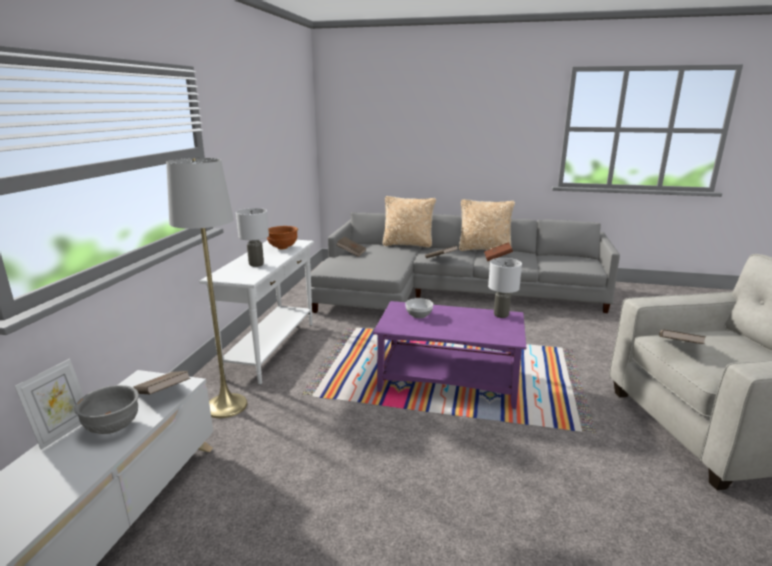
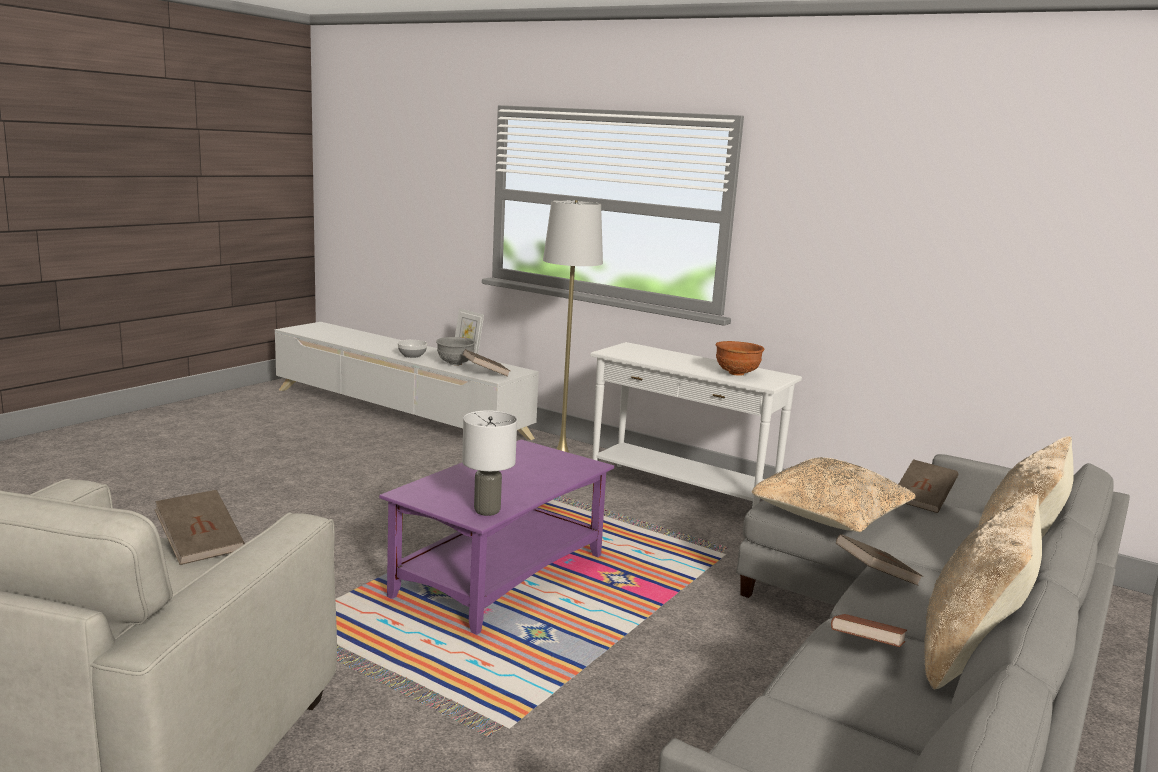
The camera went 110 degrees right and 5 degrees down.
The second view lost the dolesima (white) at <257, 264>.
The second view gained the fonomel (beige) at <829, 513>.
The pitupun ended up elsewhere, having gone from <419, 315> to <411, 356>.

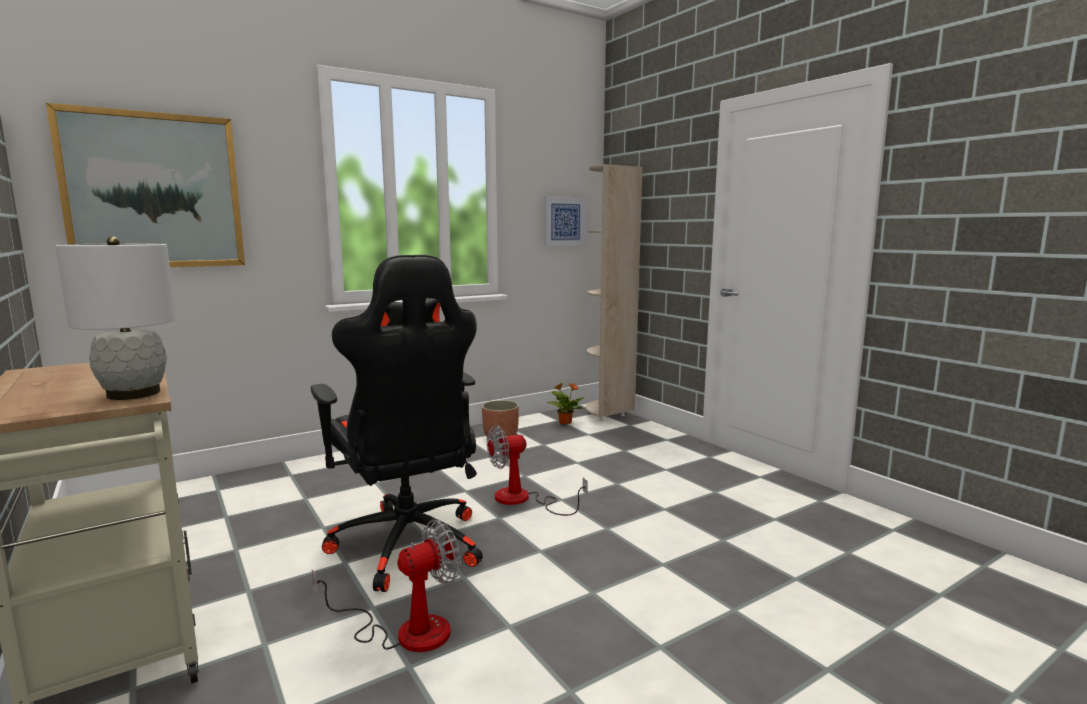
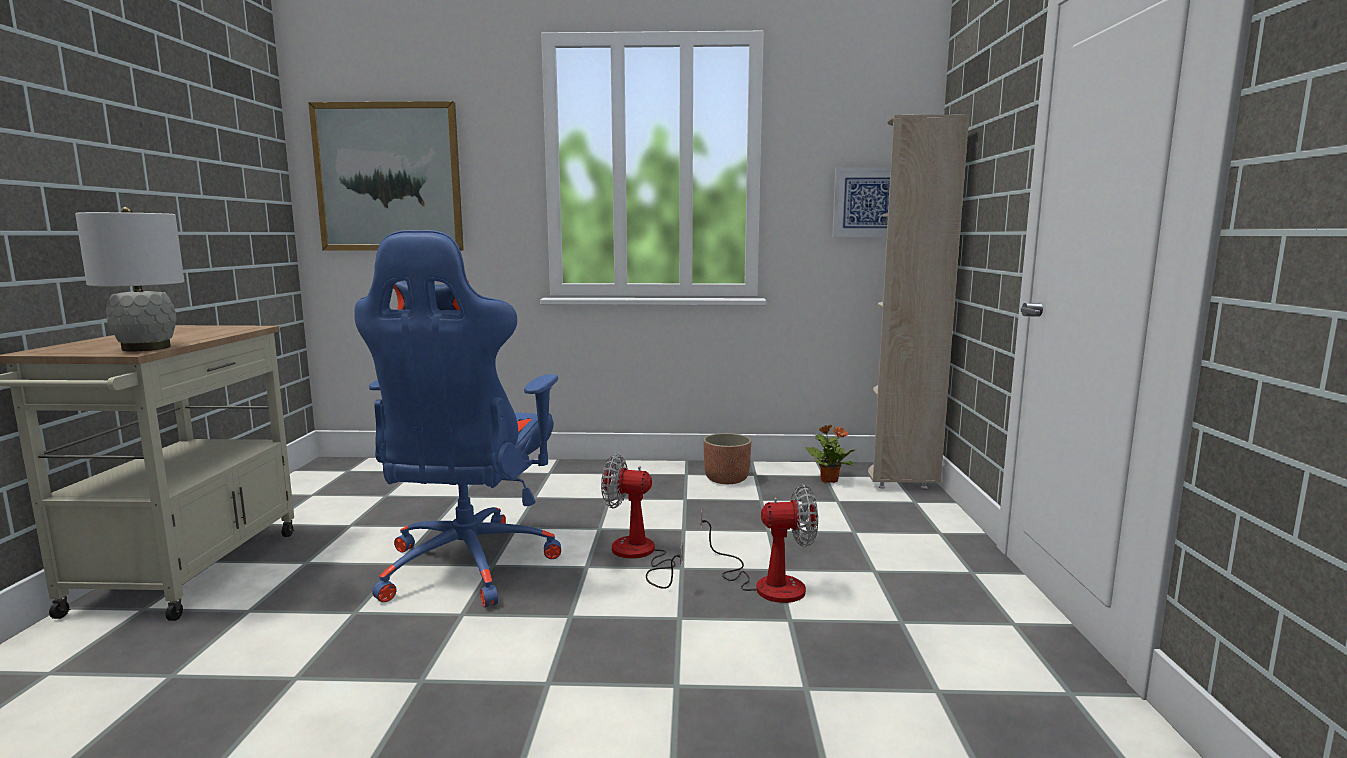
The camera went 35 degrees right and 0 degrees up.
The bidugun ended up elsewhere, having gone from <406, 631> to <766, 583>.
What was the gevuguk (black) at <404, 539> turned into the gevuguk (blue) at <473, 559>.

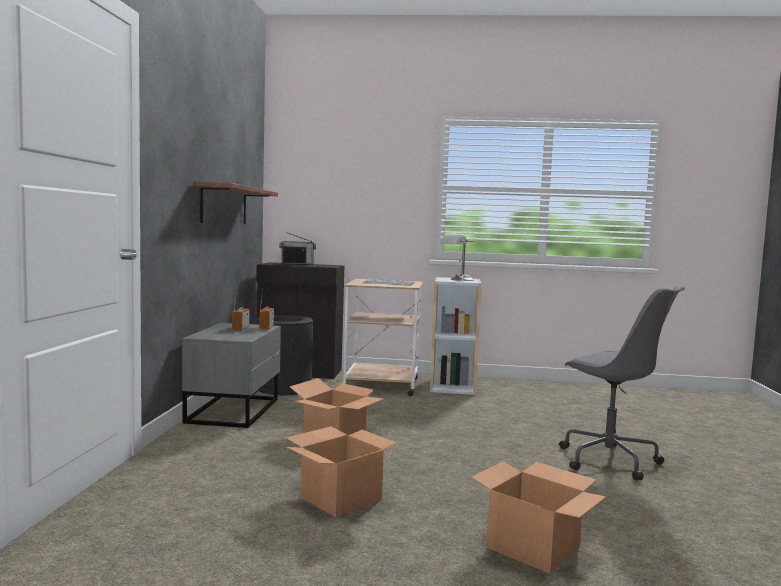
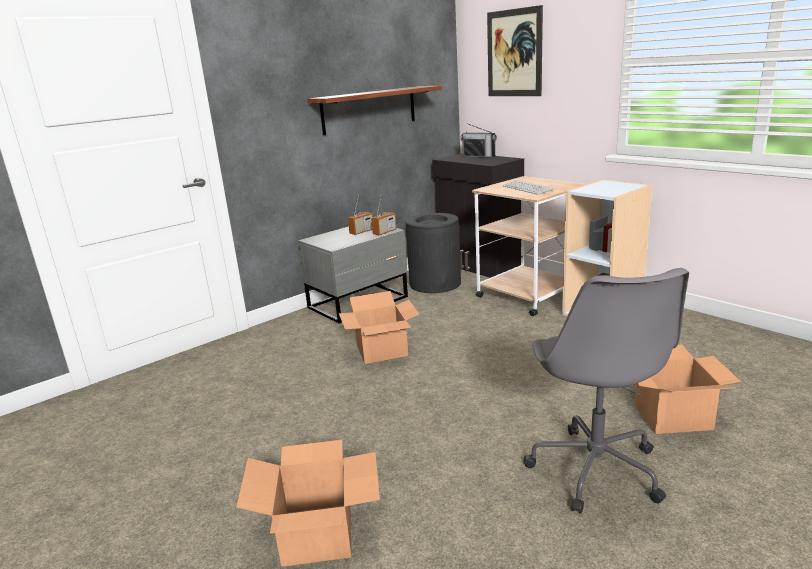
The camera went 45 degrees right and 15 degrees up.
The second view lost the dolesima (white) at <458, 280>.
The second view gained the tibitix at <514, 53>.
The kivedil ended up elsewhere, having gone from <340, 499> to <671, 416>.

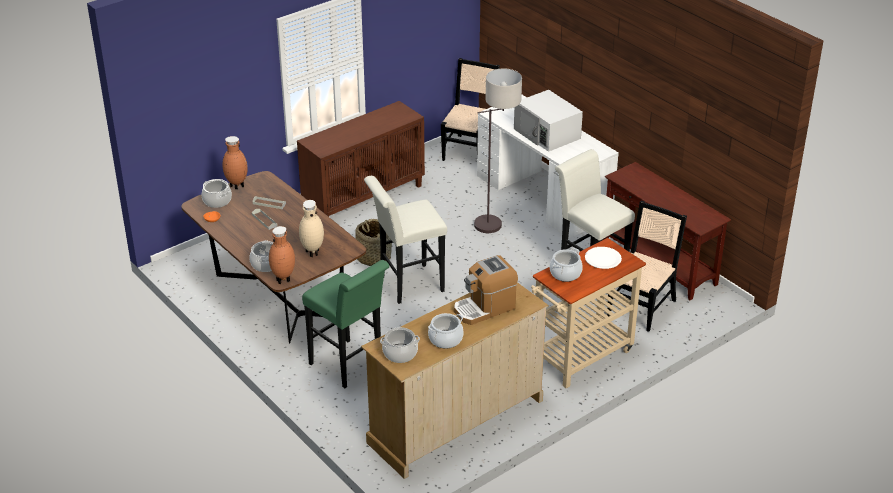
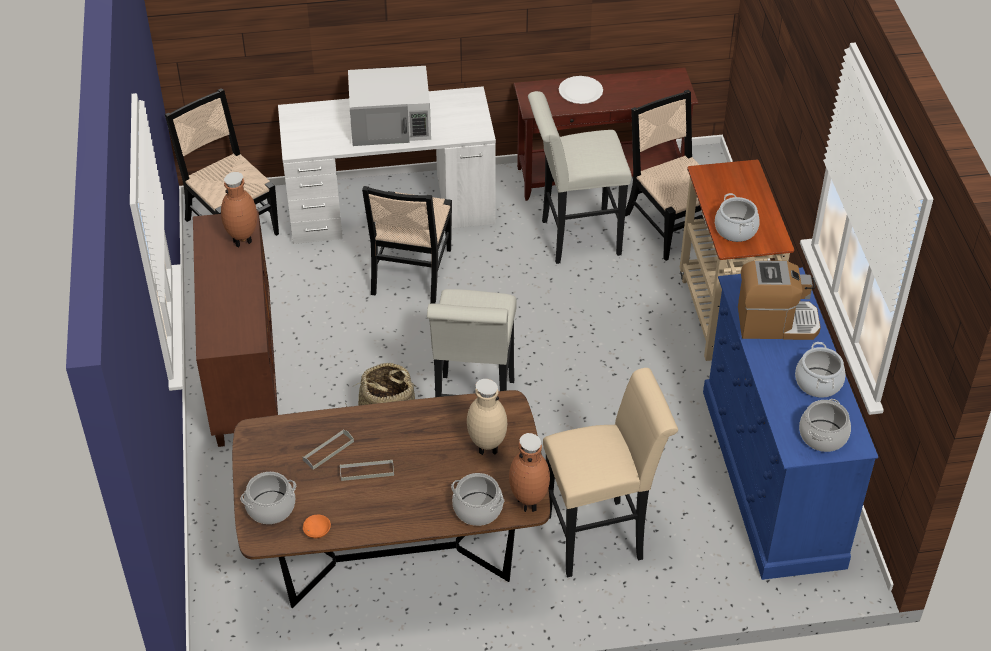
The camera went 60 degrees left and 10 degrees up.
The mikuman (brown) ended up elsewhere, having gone from <237, 186> to <243, 241>.
The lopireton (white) ended up elsewhere, having gone from <603, 259> to <580, 91>.
Where the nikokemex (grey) stood at <495, 223>, the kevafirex came to stand at <412, 272>.
What was the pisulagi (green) at <350, 366> turned into the pisulagi (beige) at <601, 536>.
What was the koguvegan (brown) at <454, 421> turned into the koguvegan (blue) at <771, 477>.
The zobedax at <484, 308> ended up facing another way, 90 degrees counterclockwise from before.

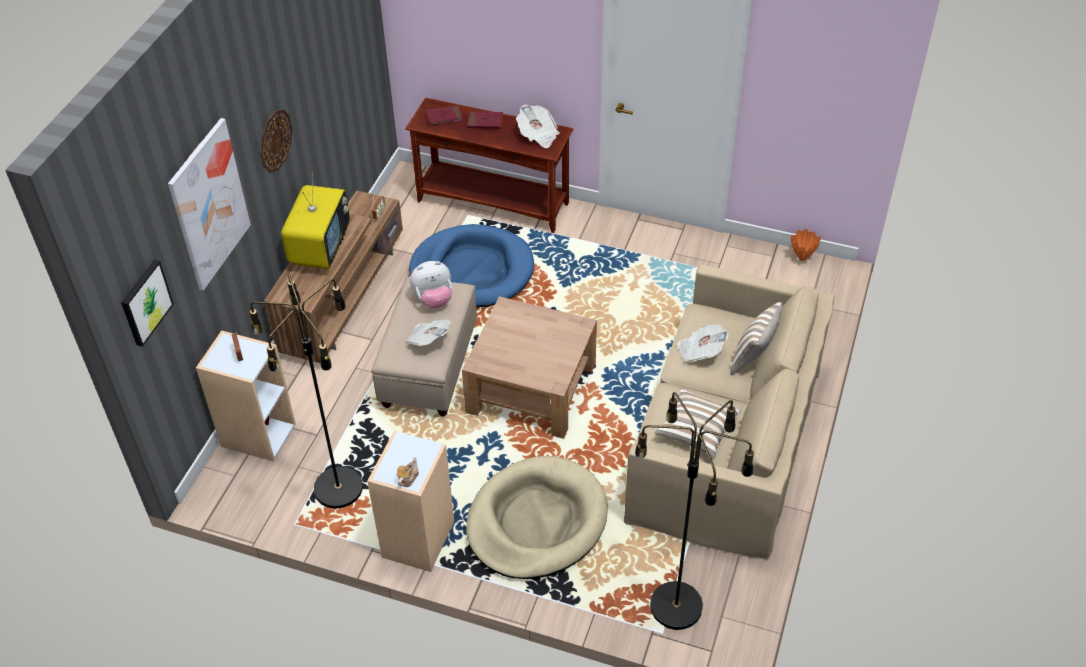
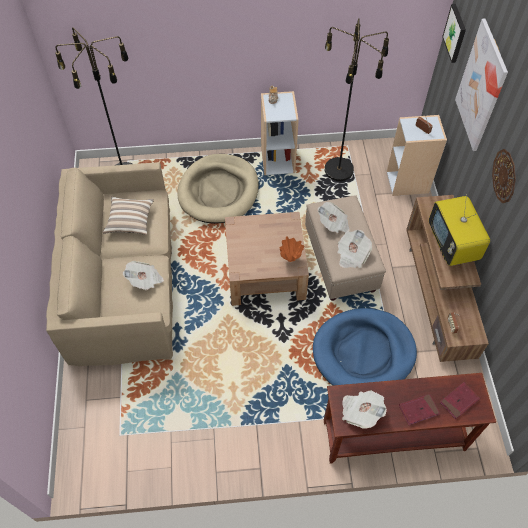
The camera went 155 degrees right and 10 degrees up.
The second view lost the fonomel at <753, 358>.
The mikuman (orange) ended up elsewhere, having gone from <802, 258> to <290, 260>.
Where the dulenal stood at <433, 299>, the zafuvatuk came to stand at <352, 255>.

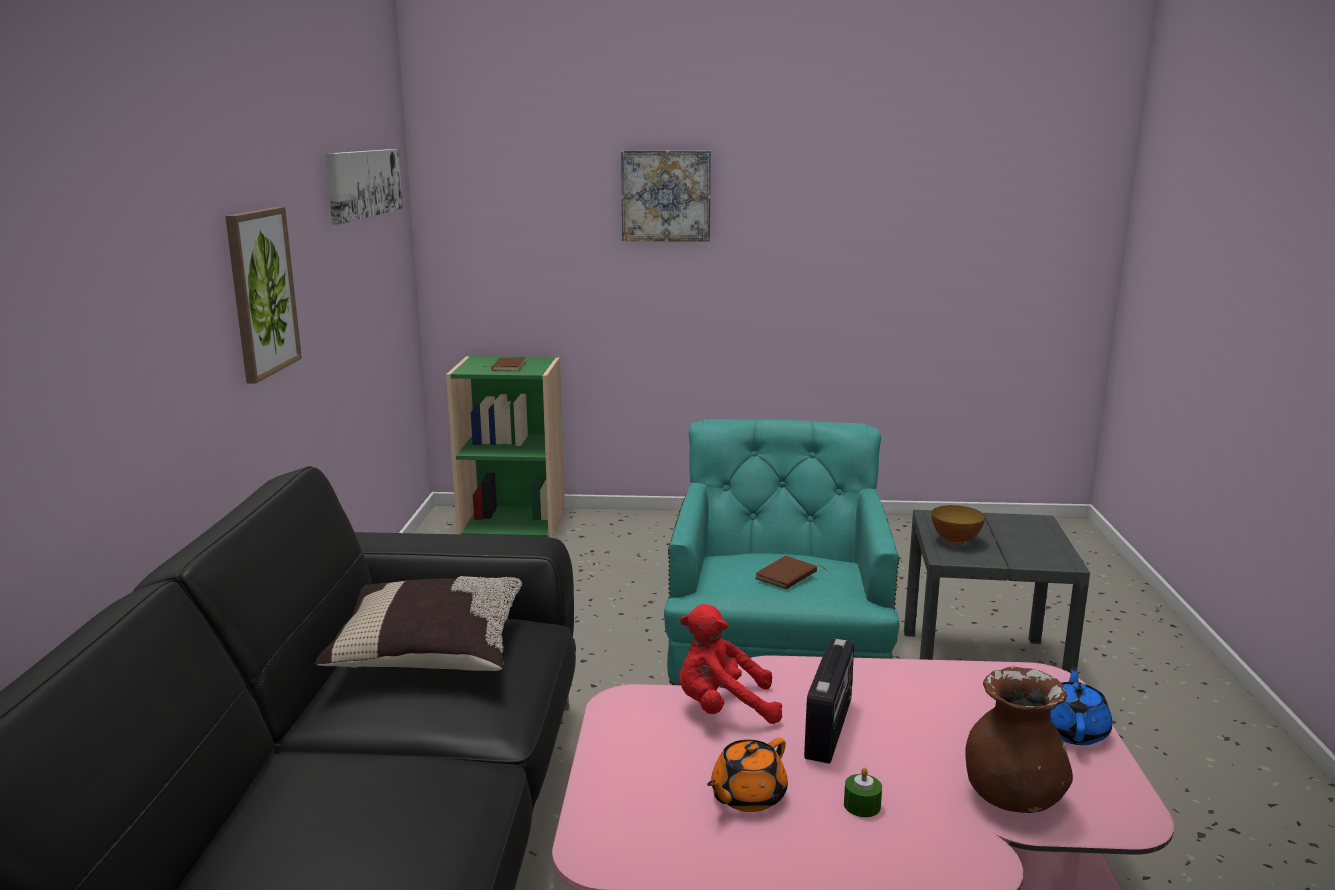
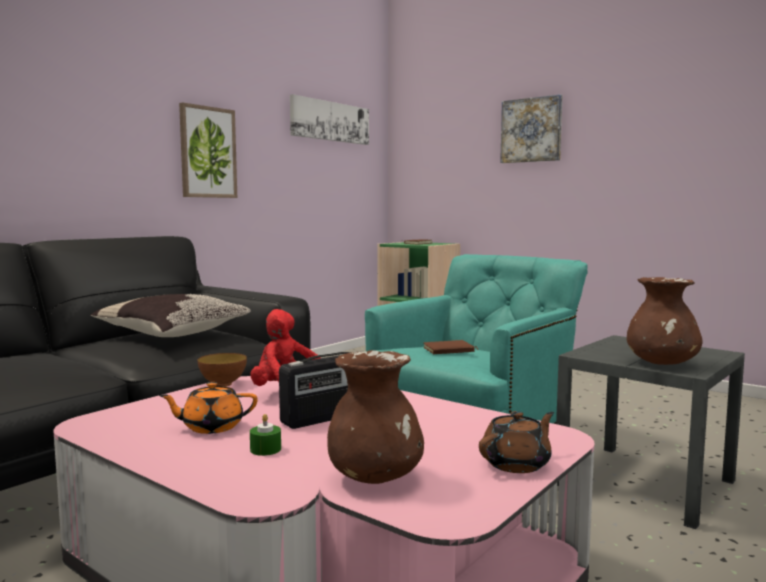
The camera went 35 degrees right and 10 degrees down.
The second view gained the mikuman (brown) at <662, 364>.
The pitupun ended up elsewhere, having gone from <955, 541> to <223, 384>.
What was the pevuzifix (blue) at <1073, 731> turned into the pevuzifix (brown) at <517, 463>.

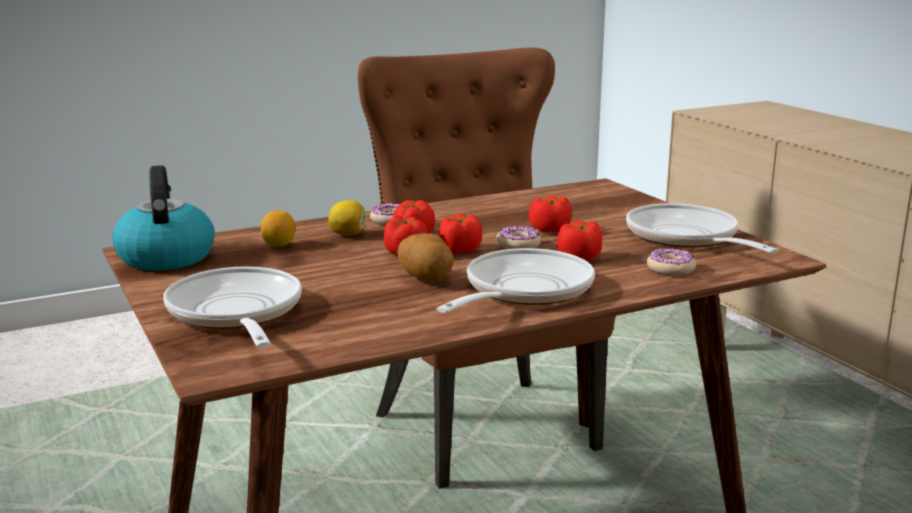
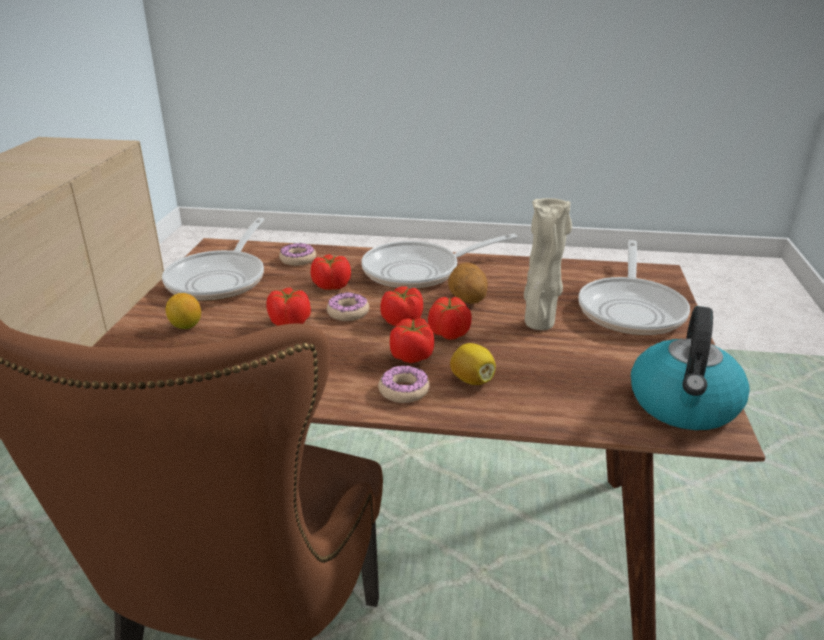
The camera went 145 degrees left and 10 degrees up.
The second view gained the mikuman (beige) at <539, 324>.
The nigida ended up elsewhere, having gone from <279, 245> to <186, 326>.

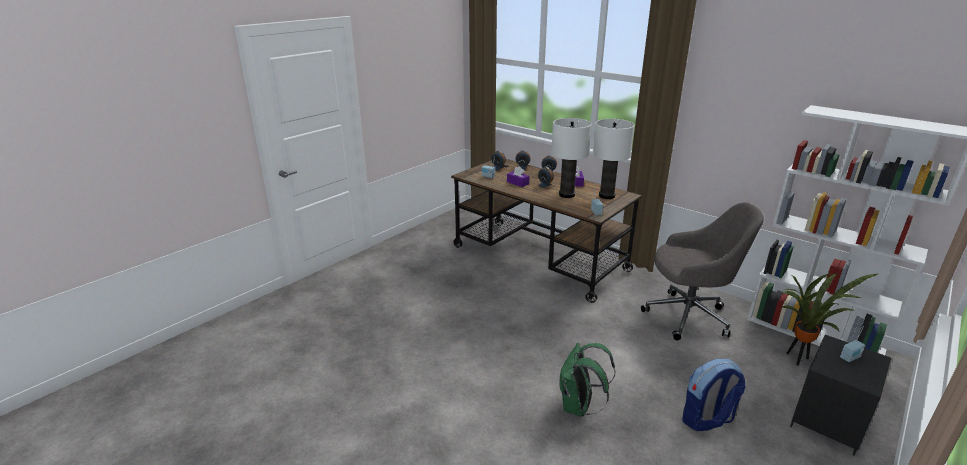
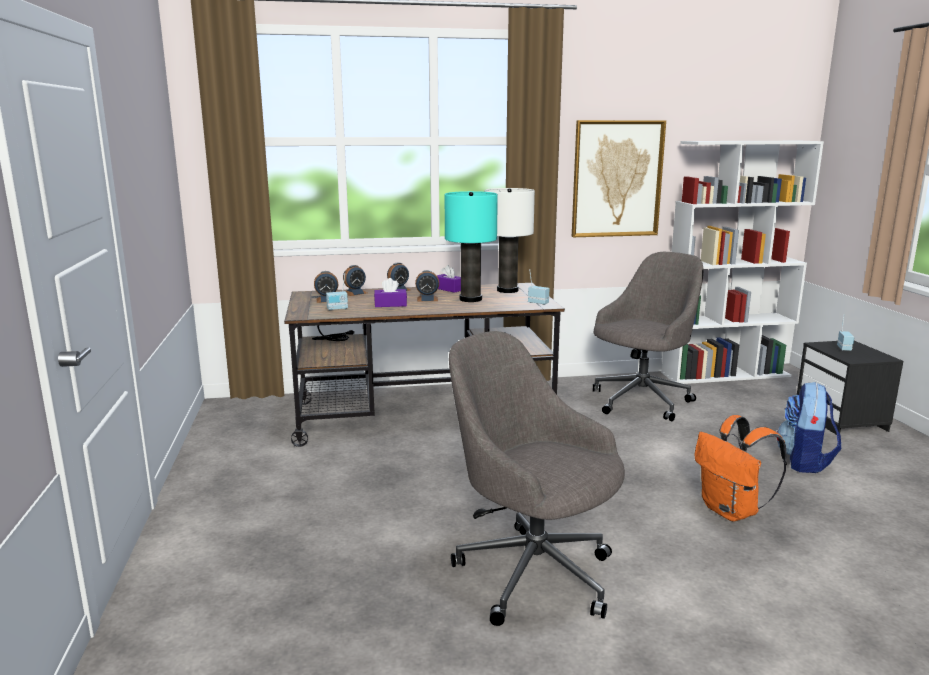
The camera went 50 degrees left and 10 degrees down.
The second view lost the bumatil at <798, 359>.
The second view gained the gevuguk (grey) at <532, 575>.
The second view gained the tibitix at <617, 179>.
What was the dolesima (white) at <566, 195> turned into the dolesima (turquoise) at <471, 299>.
What was the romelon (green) at <579, 407> turned into the romelon (orange) at <732, 511>.

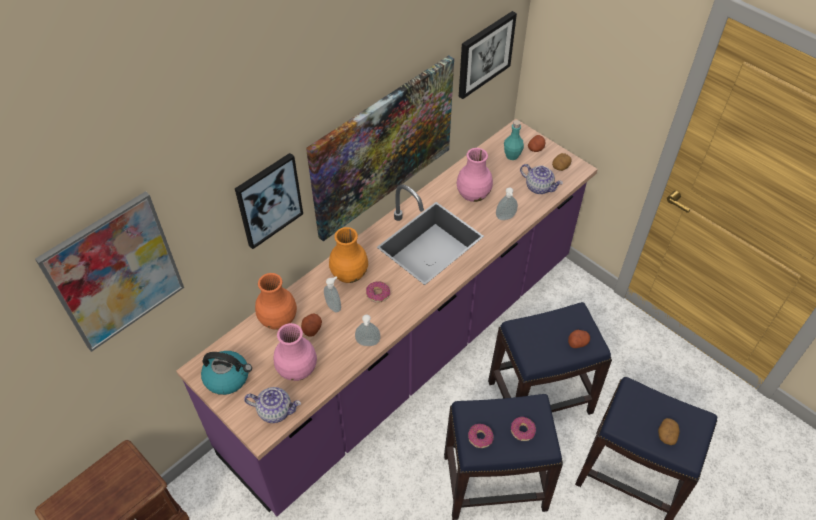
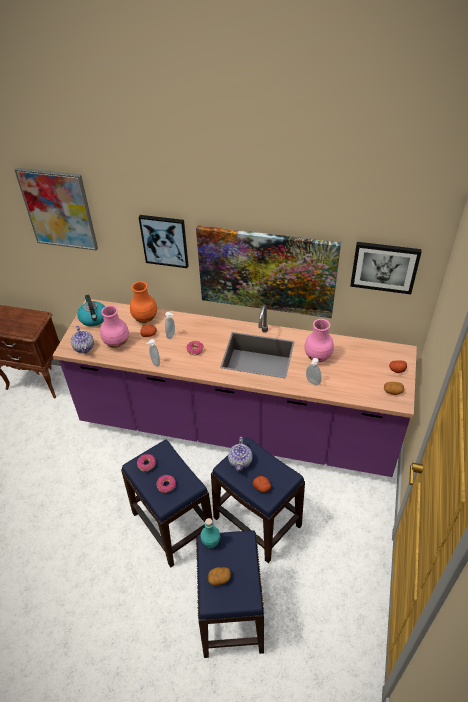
The camera went 60 degrees right and 5 degrees down.
The second view lost the mikuman (orange) at <349, 275>.
The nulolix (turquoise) ended up elsewhere, having gone from <512, 156> to <211, 542>.
The pevuzifix ended up elsewhere, having gone from <539, 187> to <240, 461>.

